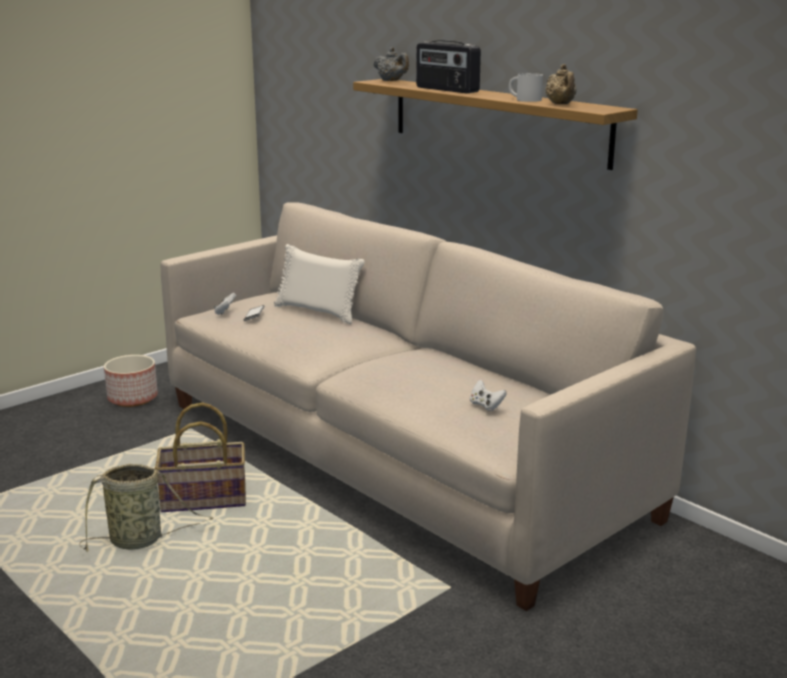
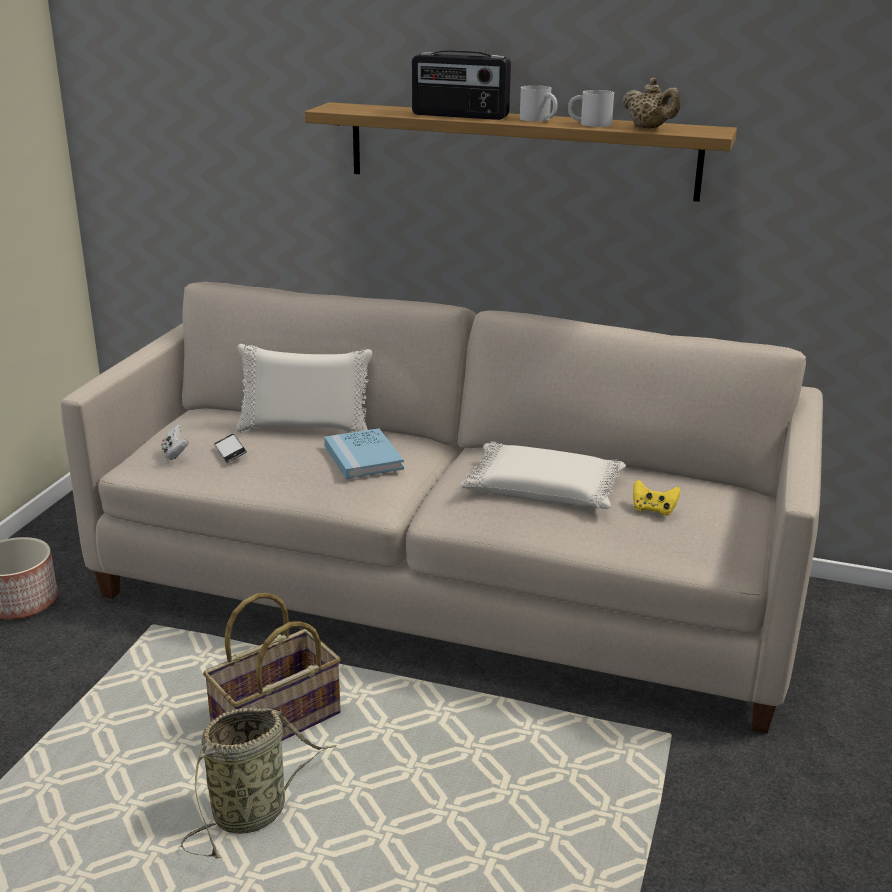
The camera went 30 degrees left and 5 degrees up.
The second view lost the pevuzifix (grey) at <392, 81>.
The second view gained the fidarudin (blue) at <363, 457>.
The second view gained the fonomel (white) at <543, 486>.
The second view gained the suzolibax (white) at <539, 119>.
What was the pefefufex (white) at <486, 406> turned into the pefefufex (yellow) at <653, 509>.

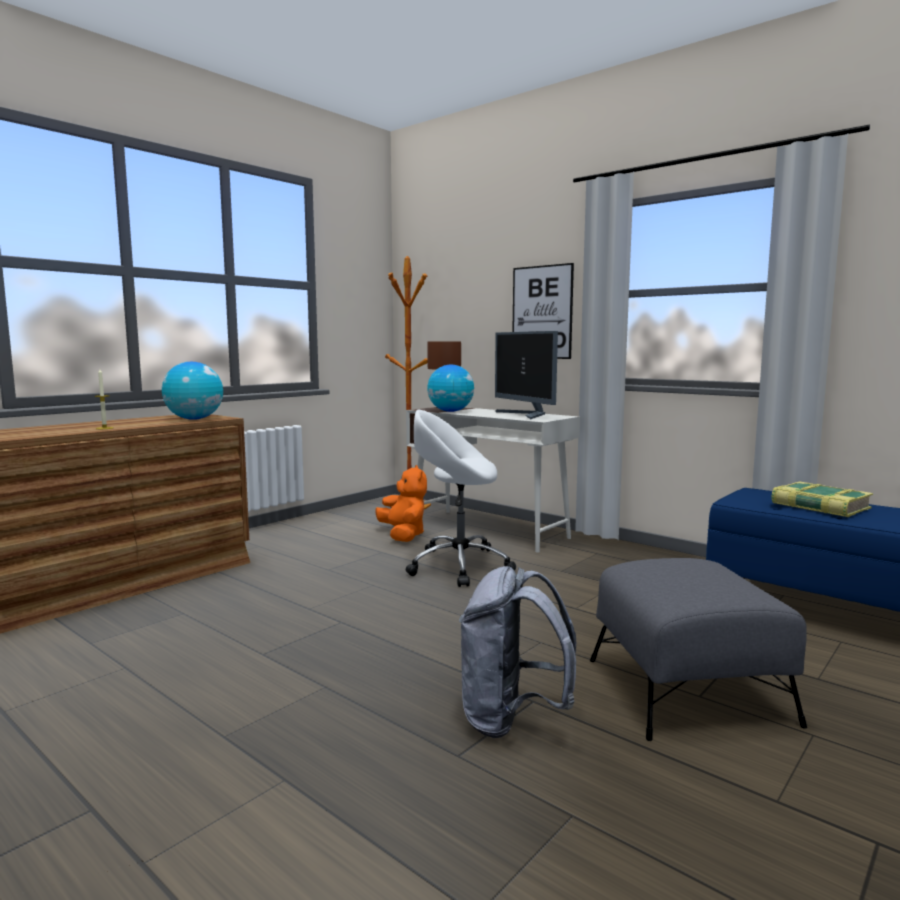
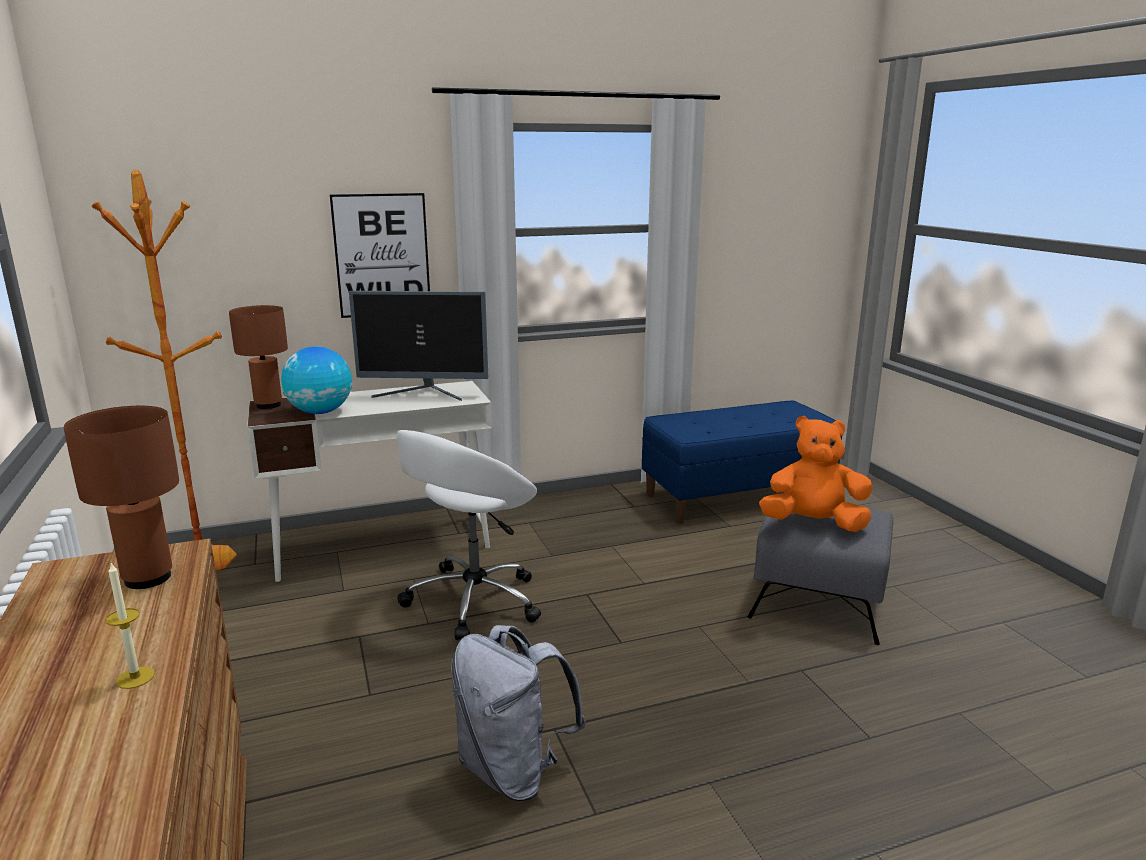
The camera went 60 degrees left and 10 degrees up.
The second view lost the fidarudin at <820, 506>.
The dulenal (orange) ended up elsewhere, having gone from <403, 535> to <813, 524>.
The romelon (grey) ended up elsewhere, having gone from <512, 719> to <513, 771>.
Where the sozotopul stood at <194, 419>, the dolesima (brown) came to stand at <148, 578>.

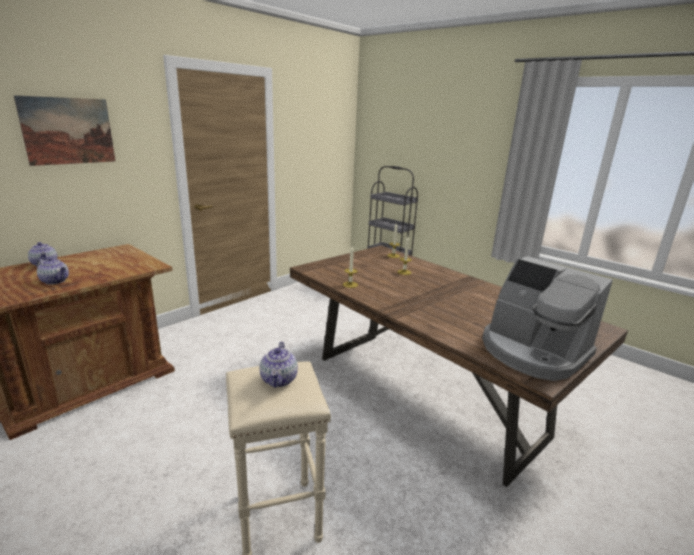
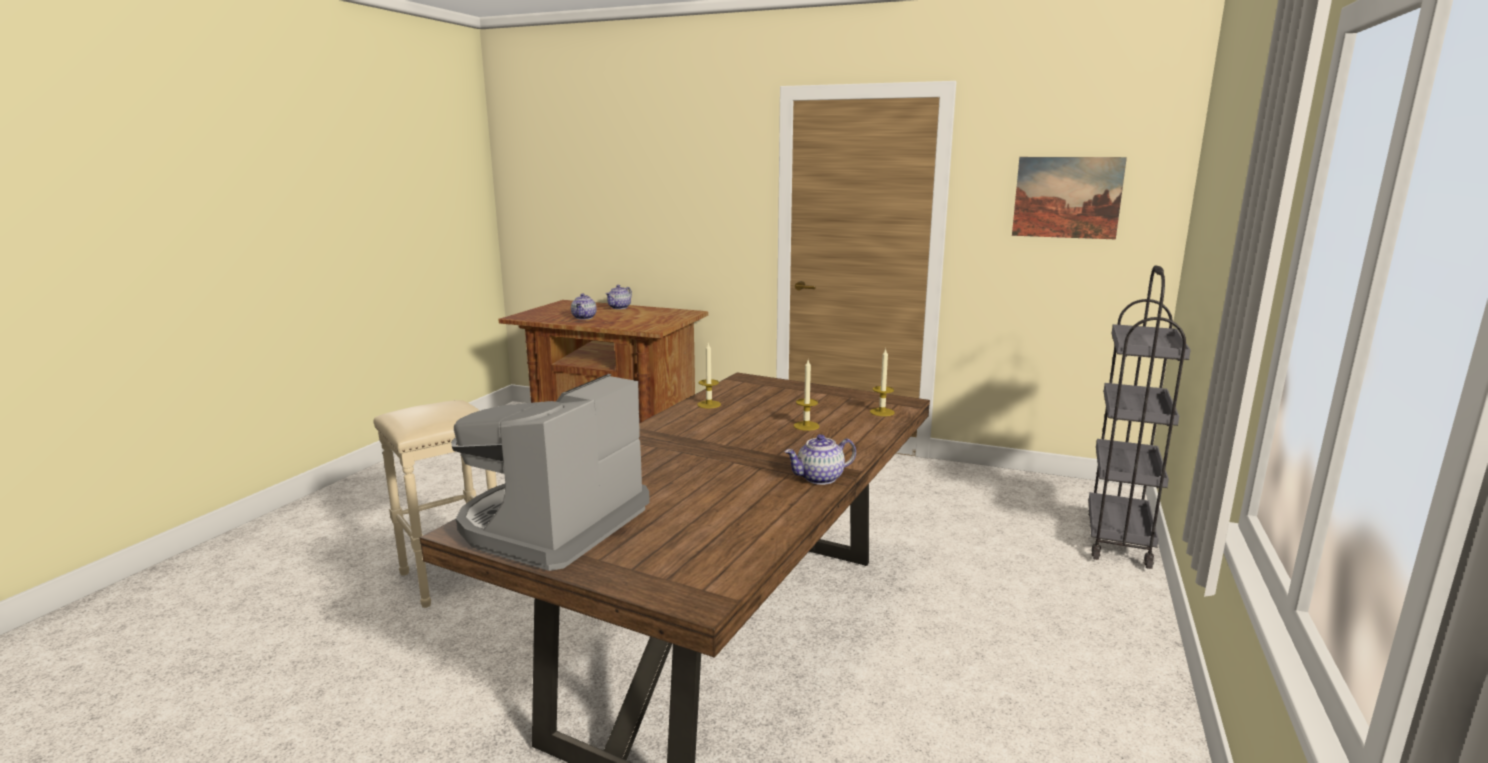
The camera went 70 degrees right and 5 degrees down.
The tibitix ended up elsewhere, having gone from <68, 131> to <1067, 197>.
The pevuzifix ended up elsewhere, having gone from <279, 380> to <820, 478>.

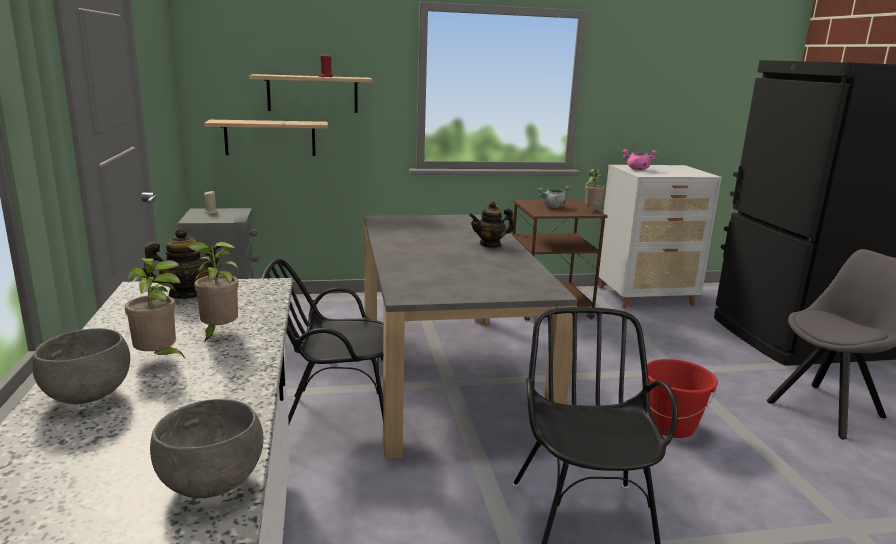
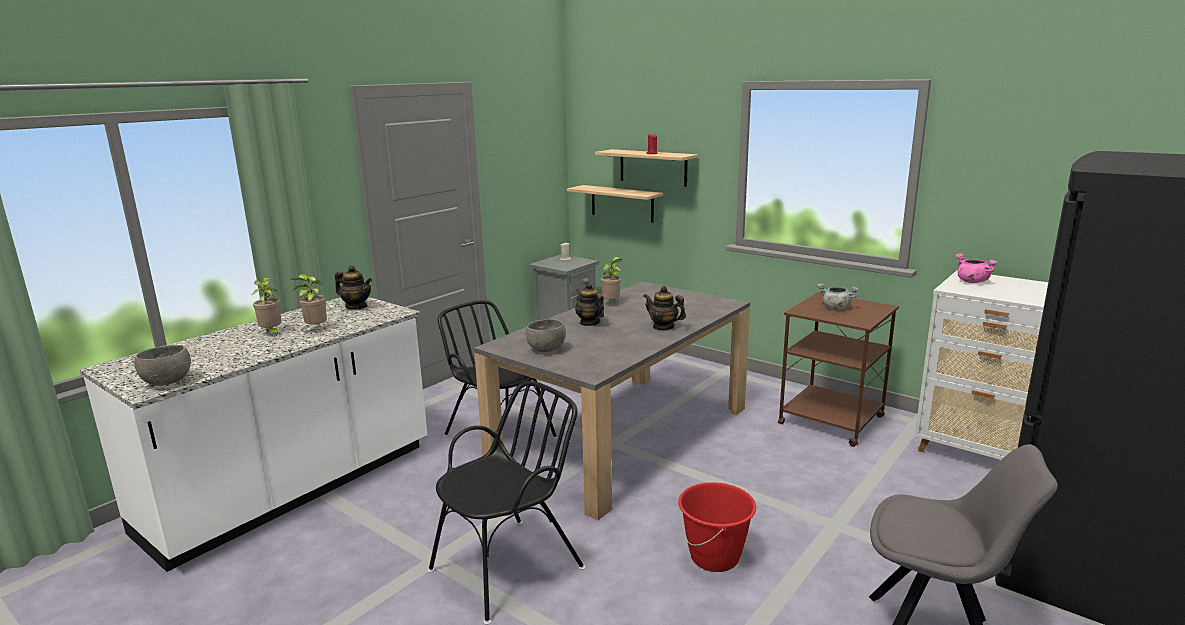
The camera went 50 degrees right and 0 degrees up.
The second view gained the pevuzifix at <589, 323>.
The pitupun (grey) ended up elsewhere, having gone from <88, 395> to <546, 350>.
The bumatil ended up elsewhere, having gone from <592, 210> to <612, 303>.

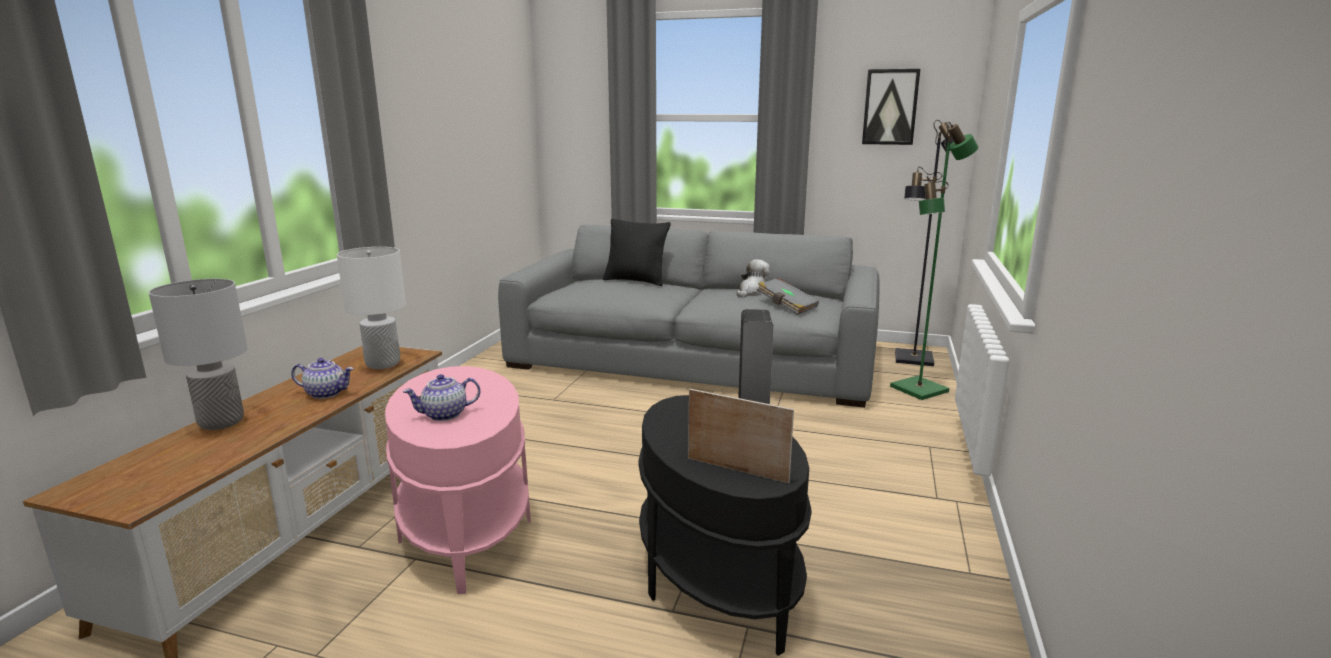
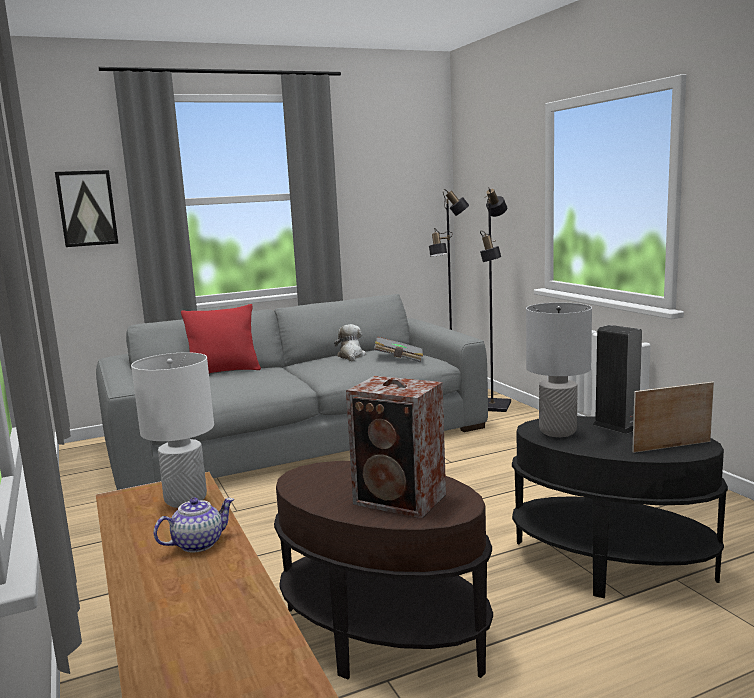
The camera went 40 degrees left and 5 degrees down.
The dolesima (grey) ended up elsewhere, having gone from <221, 424> to <557, 434>.
The tibitix ended up elsewhere, having gone from <890, 107> to <87, 208>.
Where the pevuzifix stood at <444, 415>, the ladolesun came to stand at <401, 500>.
What was the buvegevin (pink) at <465, 530> turned into the buvegevin (brown) at <382, 636>.
What was the fonomel (black) at <636, 281> turned into the fonomel (red) at <224, 372>.
What was the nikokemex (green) at <918, 389> turned into the nikokemex (black) at <492, 406>.

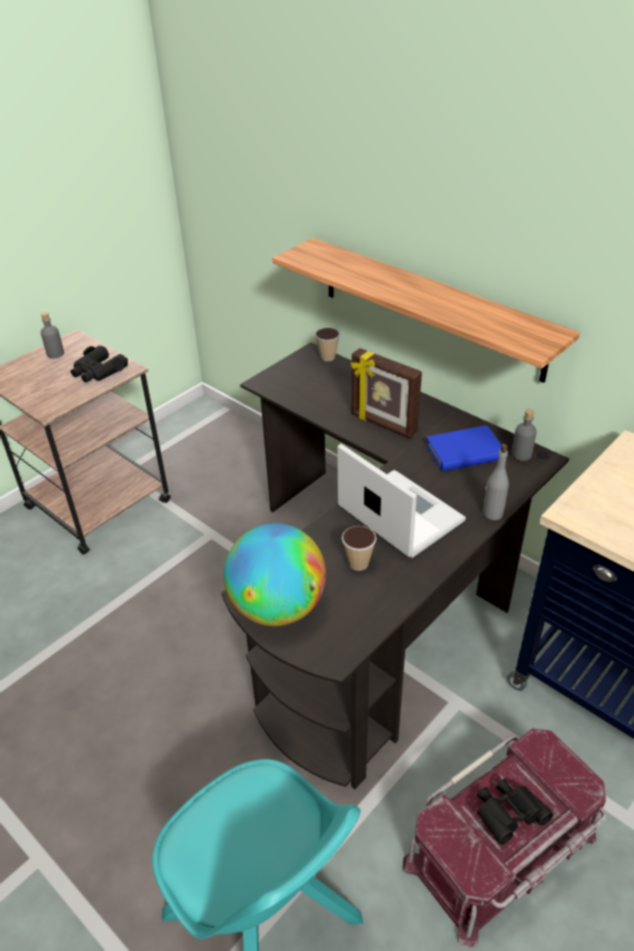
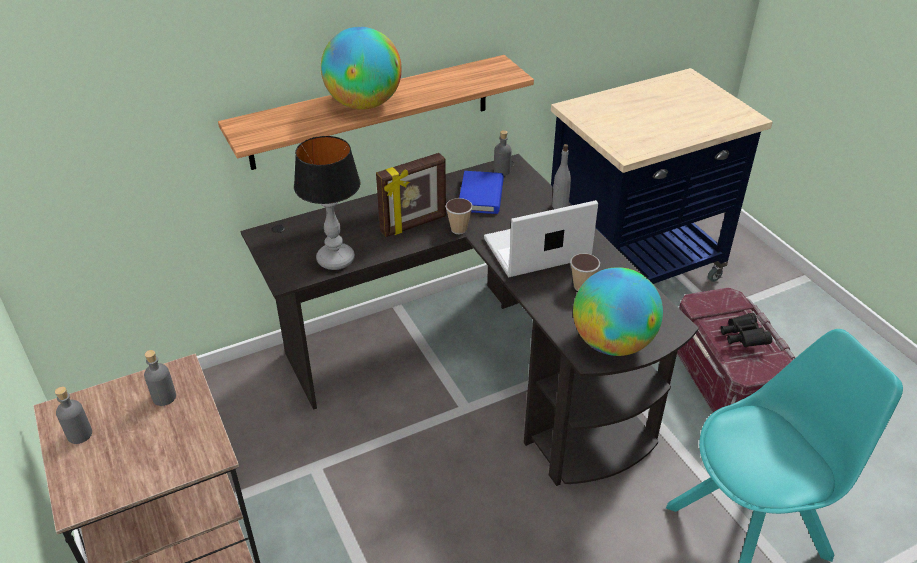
The camera went 70 degrees left and 0 degrees up.
The second view gained the dolesima at <336, 260>.
The second view gained the sozotopul at <364, 104>.
The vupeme ended up elsewhere, having gone from <327, 357> to <459, 229>.
Where the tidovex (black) stood at <98, 371>, the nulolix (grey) came to stand at <164, 397>.

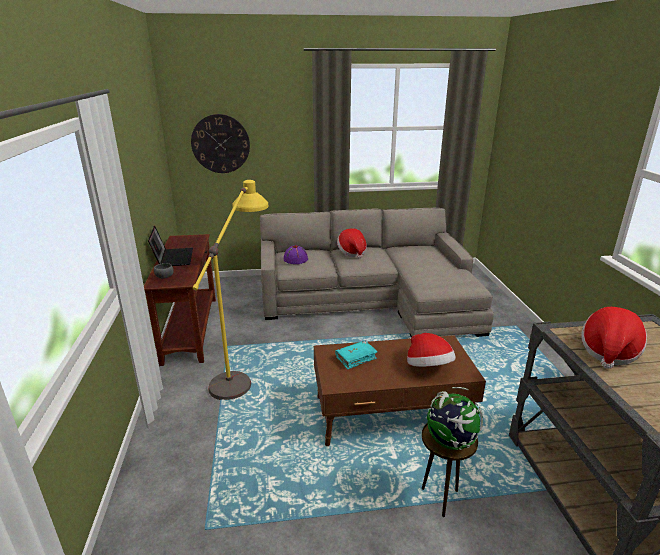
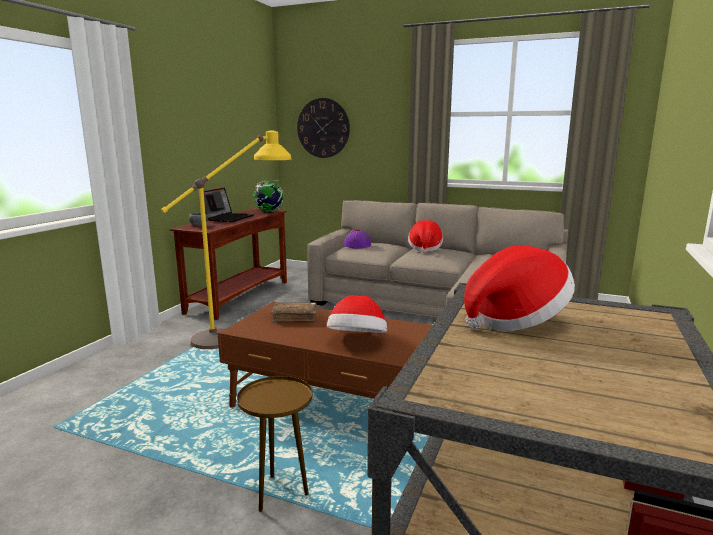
The camera went 30 degrees right and 10 degrees down.
The sozotopul ended up elsewhere, having gone from <451, 442> to <269, 212>.
What was the fidarudin (turquoise) at <356, 358> turned into the fidarudin (brown) at <295, 317>.

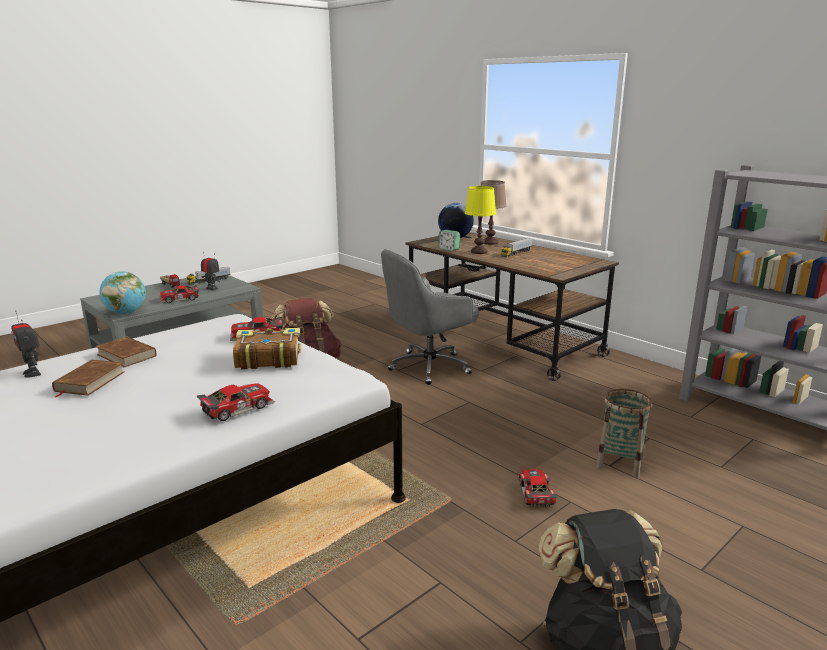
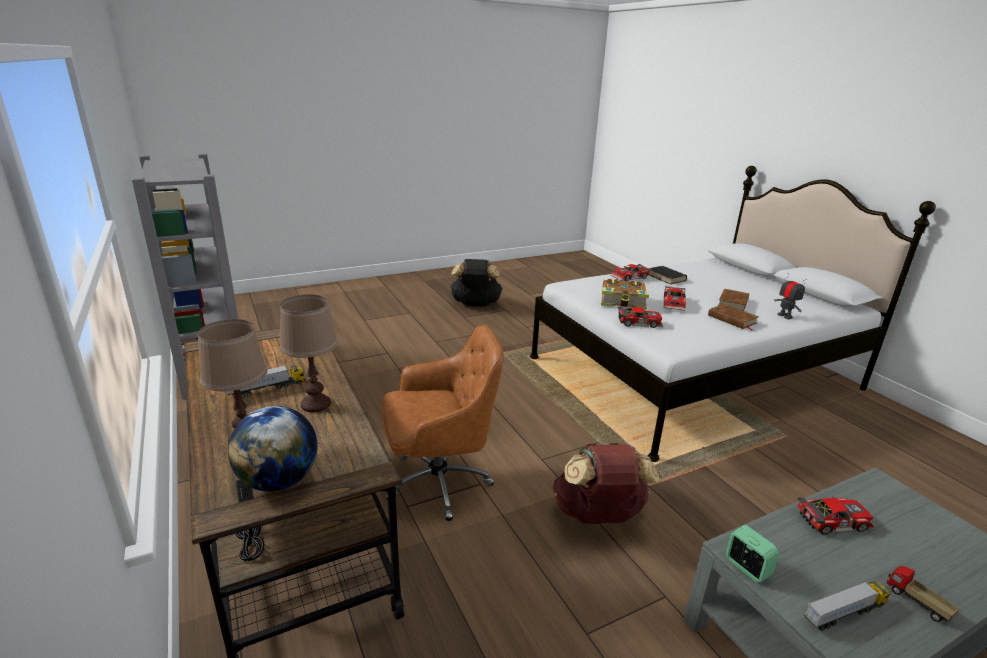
The camera went 165 degrees left and 5 degrees up.
The second view lost the sozotopul at <126, 313>.
The second view lost the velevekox at <212, 289>.
The second view lost the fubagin at <620, 462>.
The second view gained the fidarudin (black) at <666, 277>.
The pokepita ended up elsewhere, having gone from <449, 249> to <747, 567>.
The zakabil ended up elsewhere, having gone from <534, 493> to <675, 303>.
What was the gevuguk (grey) at <429, 366> turned into the gevuguk (brown) at <439, 482>.
What was the dolesima (yellow) at <479, 252> turned into the dolesima (brown) at <316, 404>.

